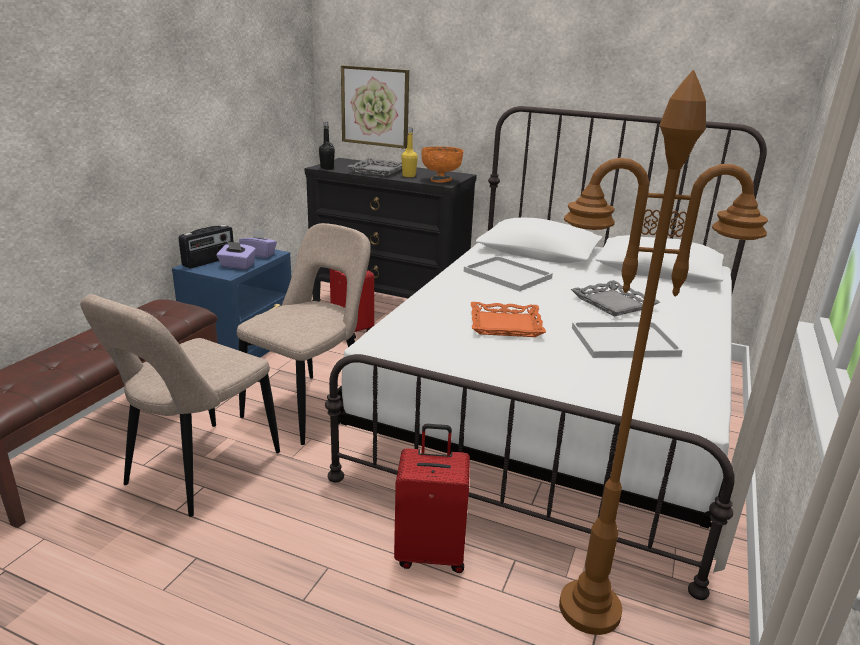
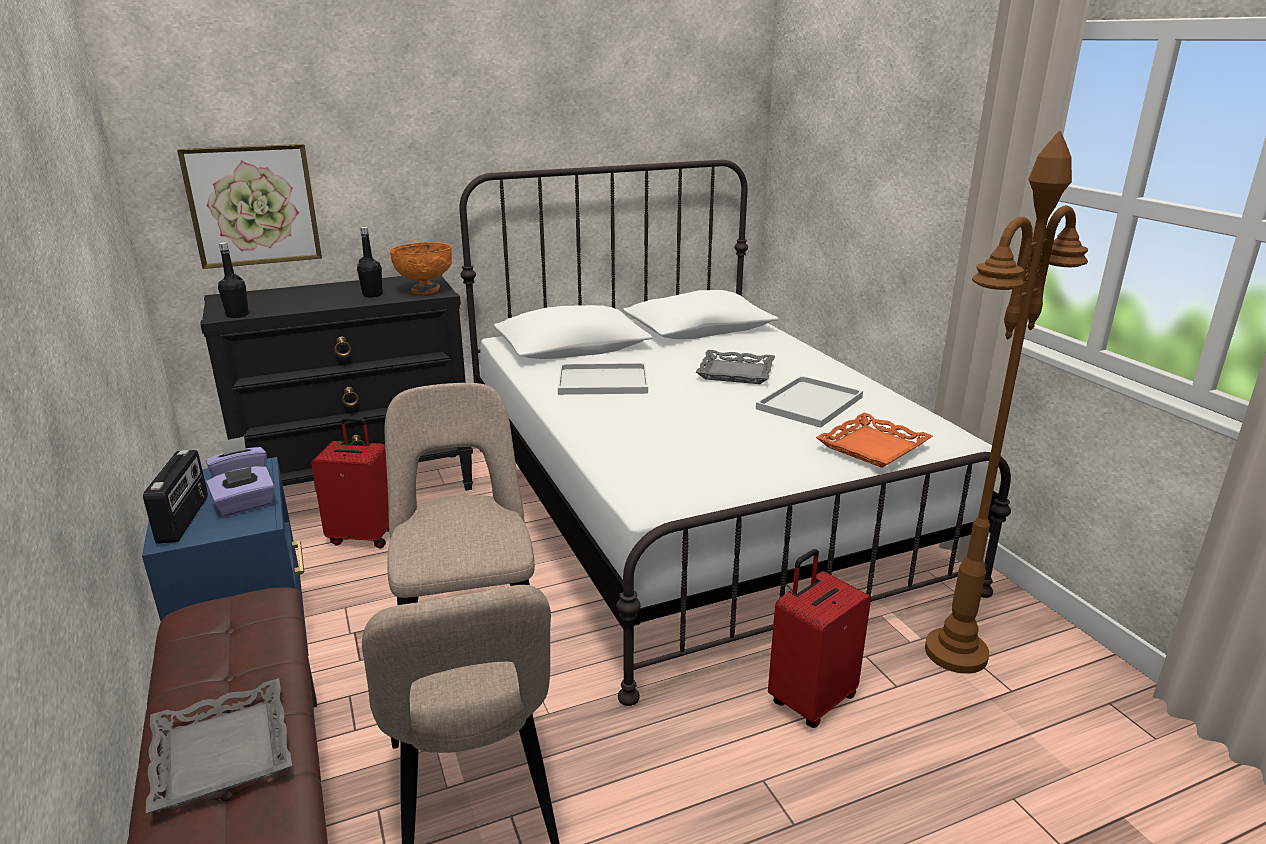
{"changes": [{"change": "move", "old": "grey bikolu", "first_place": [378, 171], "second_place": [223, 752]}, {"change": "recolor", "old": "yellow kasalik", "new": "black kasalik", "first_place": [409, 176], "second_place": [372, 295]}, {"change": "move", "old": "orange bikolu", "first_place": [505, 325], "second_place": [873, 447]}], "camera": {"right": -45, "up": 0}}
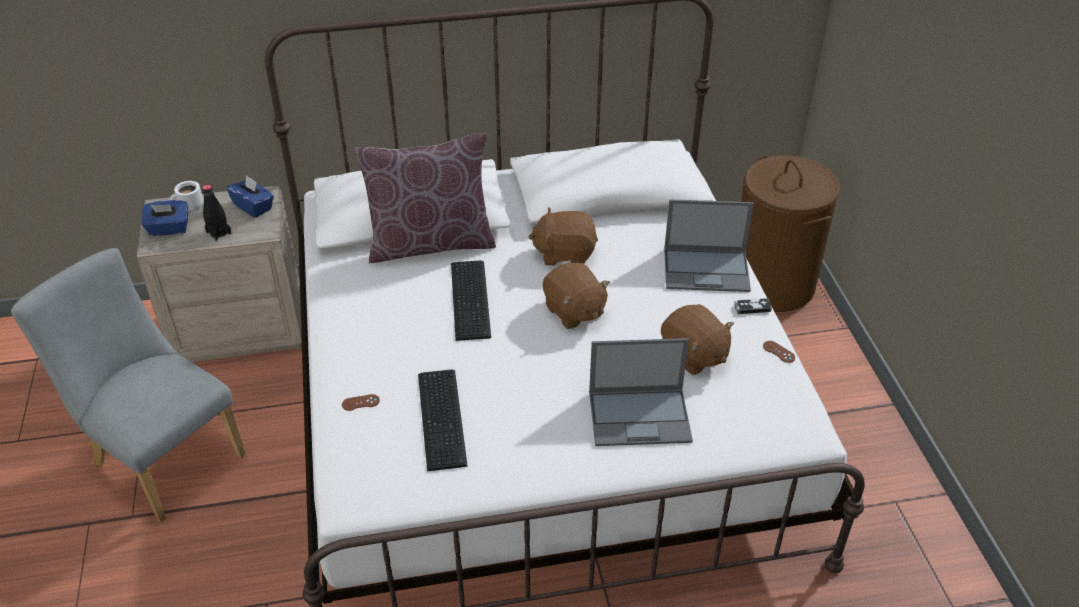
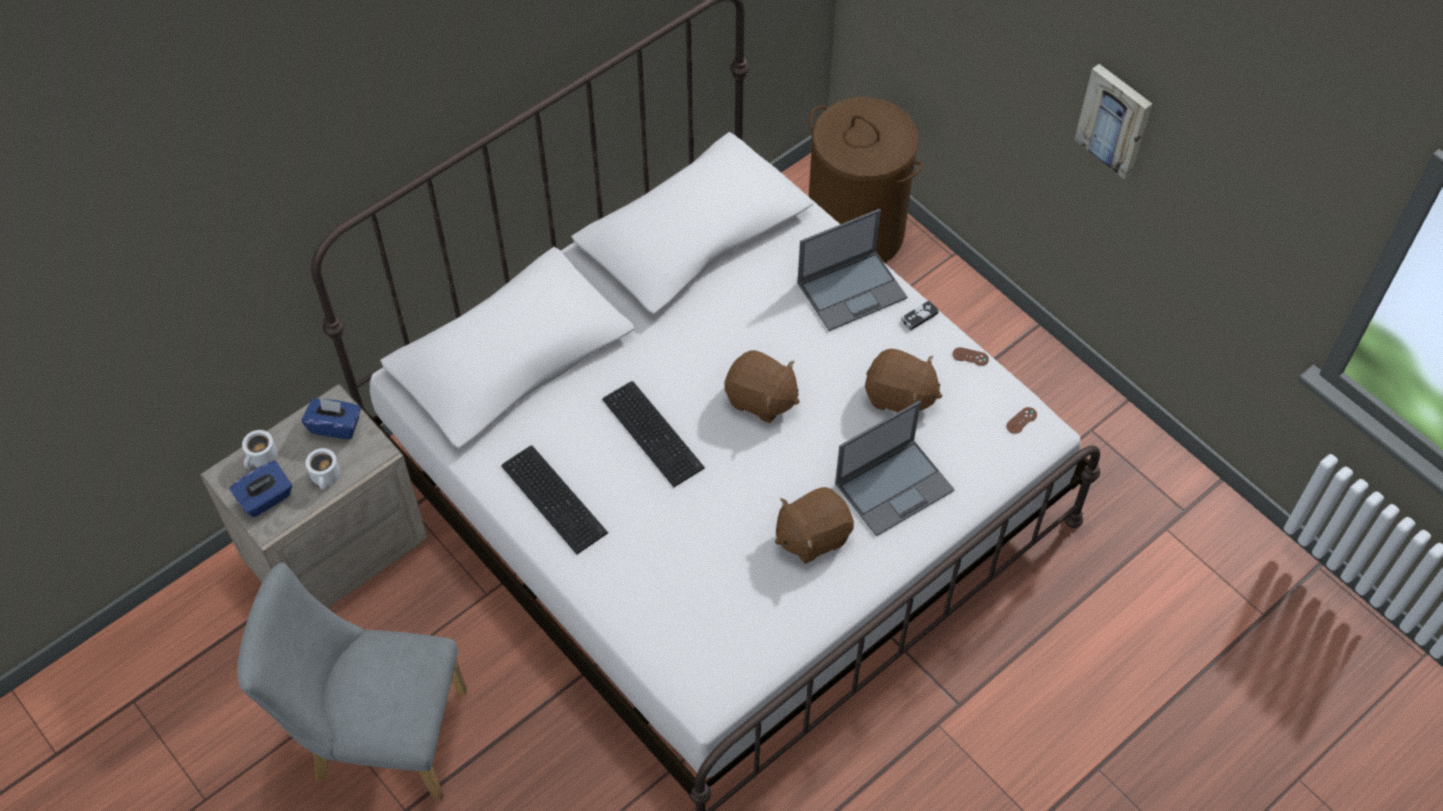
{"changes": [{"change": "replace", "old": "black kasalik", "new": "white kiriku", "first_place": [218, 233], "second_place": [327, 477]}, {"change": "move", "old": "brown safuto", "first_place": [360, 402], "second_place": [1021, 420]}, {"change": "delete", "old": "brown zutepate", "first_place": [430, 243]}, {"change": "move", "old": "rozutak", "first_place": [443, 417], "second_place": [555, 497]}, {"change": "move", "old": "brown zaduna", "first_place": [564, 253], "second_place": [812, 536]}, {"change": "insert", "new": "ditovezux", "second_place": [1115, 119]}], "camera": {"right": -30, "up": 15}}
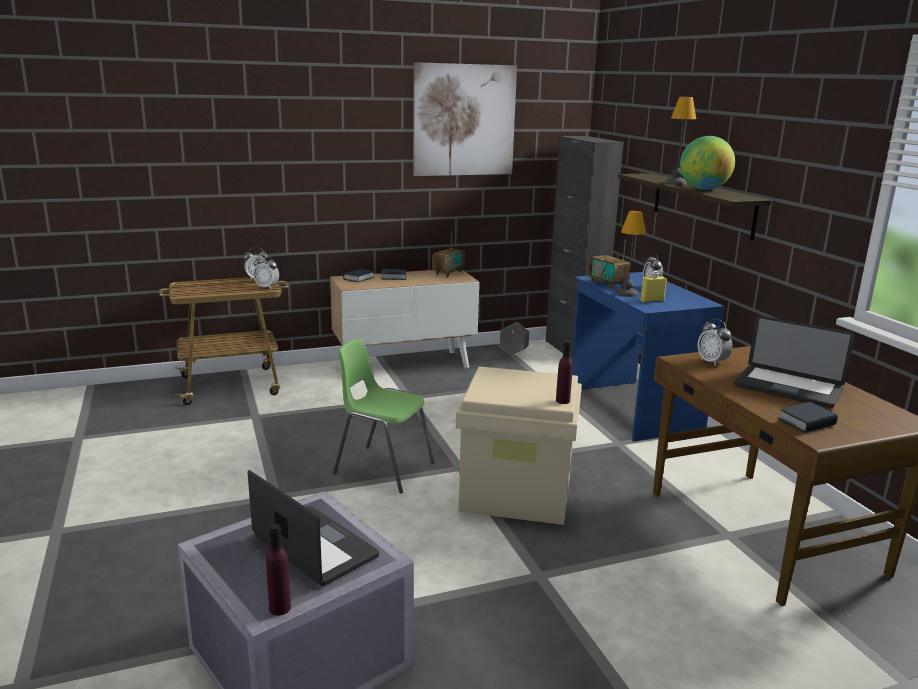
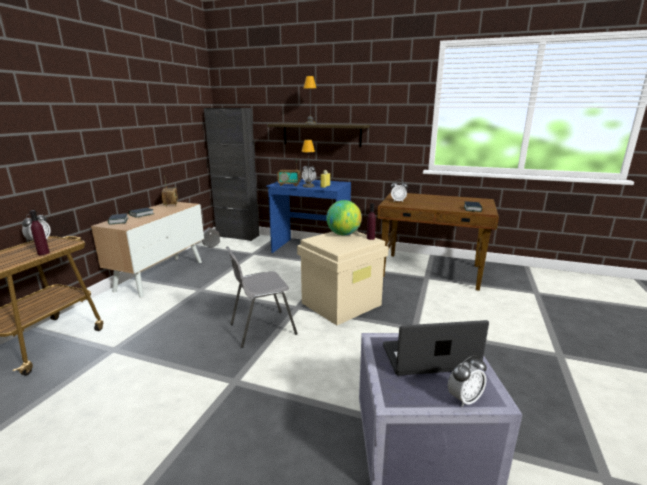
{"changes": [{"change": "move", "old": "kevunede", "first_place": [267, 287], "second_place": [464, 399]}, {"change": "move", "old": "purple kasalik", "first_place": [280, 608], "second_place": [43, 253]}, {"change": "recolor", "old": "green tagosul", "new": "grey tagosul", "first_place": [383, 468], "second_place": [262, 329]}, {"change": "delete", "old": "ditovezux", "first_place": [464, 120]}, {"change": "move", "old": "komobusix", "first_place": [703, 189], "second_place": [343, 234]}, {"change": "delete", "old": "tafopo", "first_place": [787, 388]}], "camera": {"right": -50, "up": 0}}
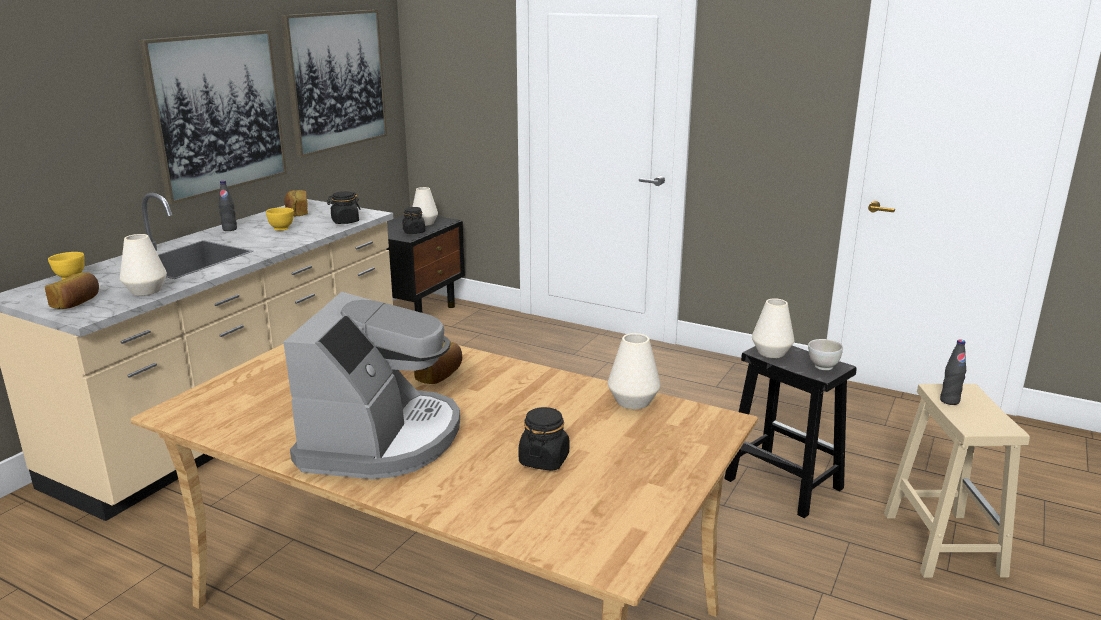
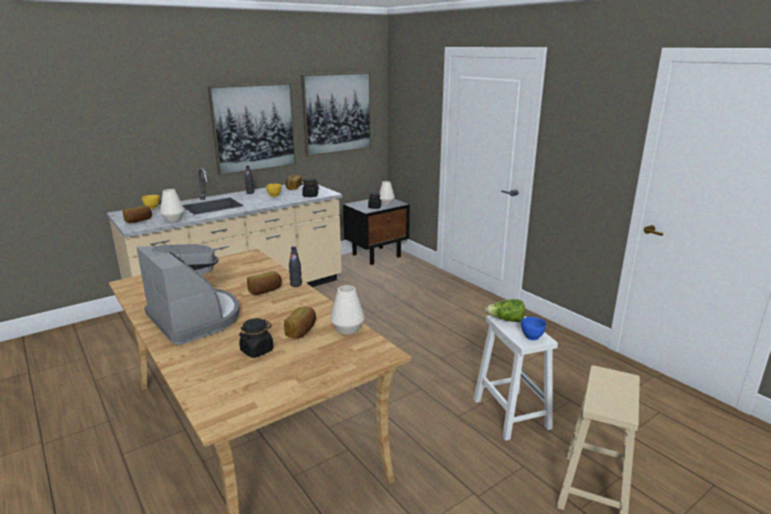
{"changes": [{"change": "rotate", "old": "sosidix", "first_place": [382, 439], "second_place": [195, 318], "degrees": -75}, {"change": "recolor", "old": "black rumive", "new": "white rumive", "first_place": [781, 483], "second_place": [510, 413]}, {"change": "replace", "old": "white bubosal", "new": "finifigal", "first_place": [771, 352], "second_place": [506, 320]}, {"change": "recolor", "old": "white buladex", "new": "blue buladex", "first_place": [822, 367], "second_place": [531, 337]}, {"change": "move", "old": "black kasalik", "first_place": [949, 401], "second_place": [296, 284]}, {"change": "insert", "new": "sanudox", "second_place": [302, 331]}], "camera": {"right": 25, "up": 0}}
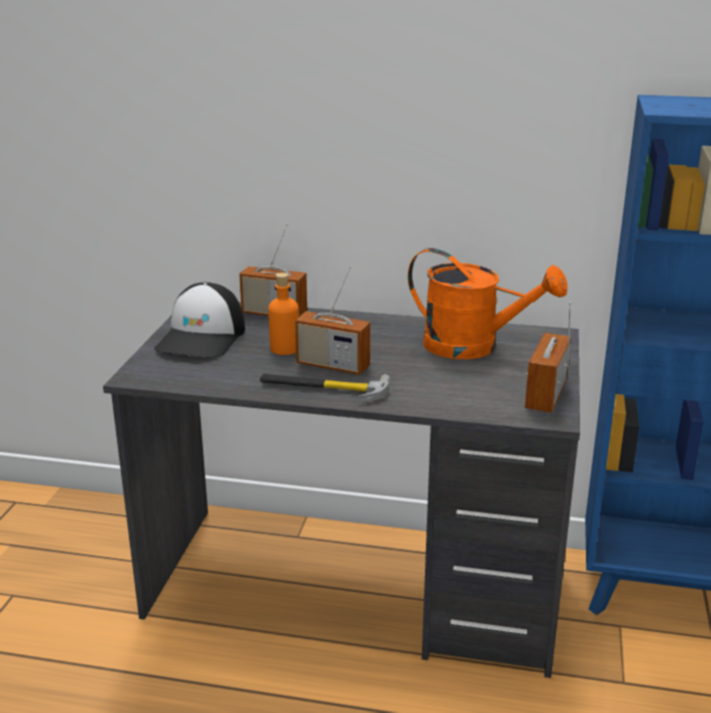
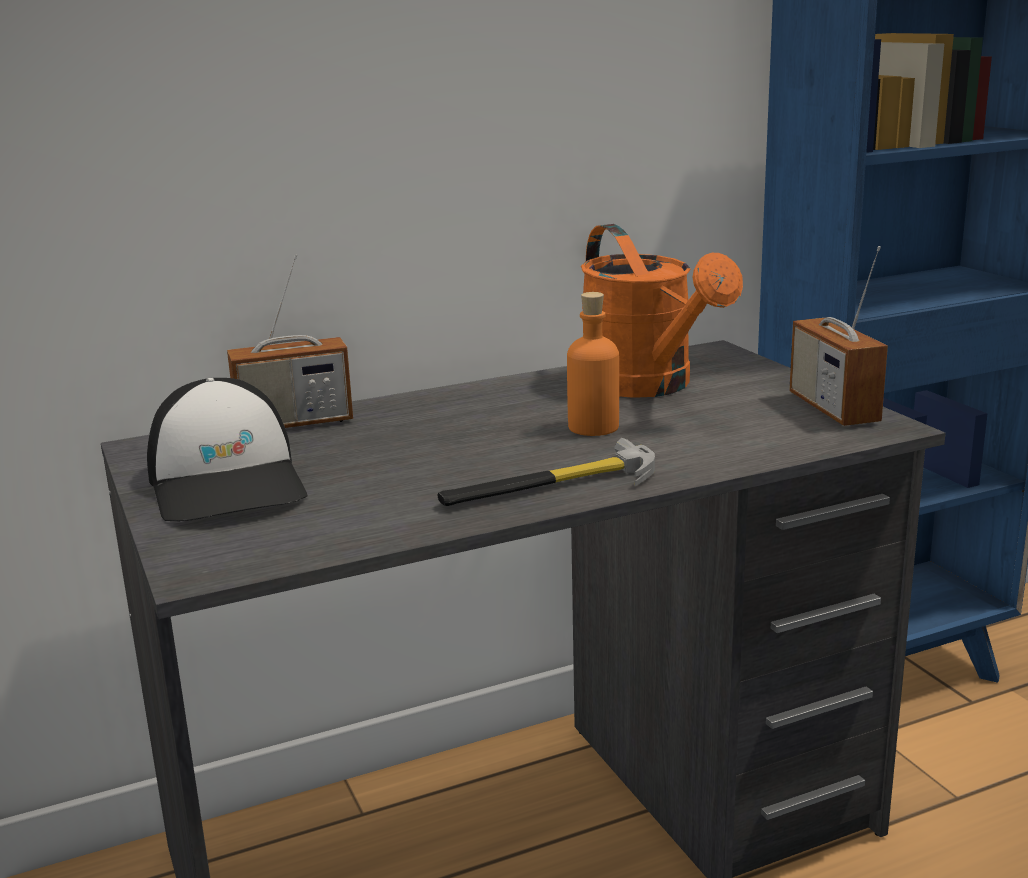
{"changes": [{"change": "move", "old": "orange kasalik", "first_place": [284, 348], "second_place": [593, 427]}, {"change": "delete", "old": "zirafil", "first_place": [333, 365]}, {"change": "rotate", "old": "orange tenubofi", "first_place": [473, 347], "second_place": [648, 386], "degrees": 75}], "camera": {"right": -35, "up": -5}}
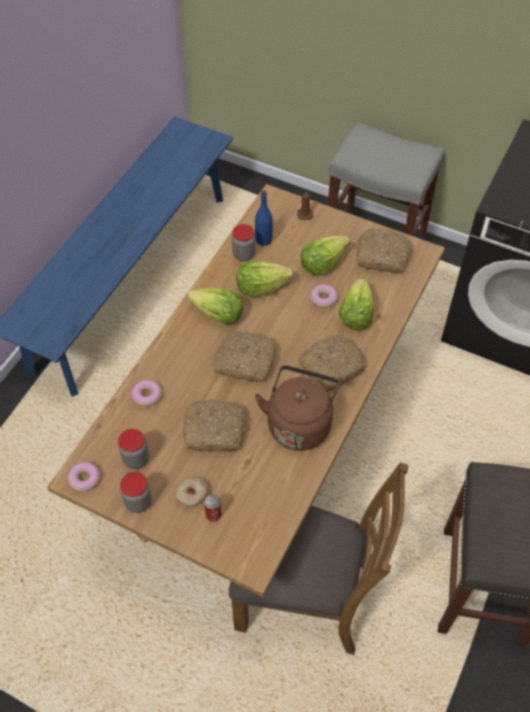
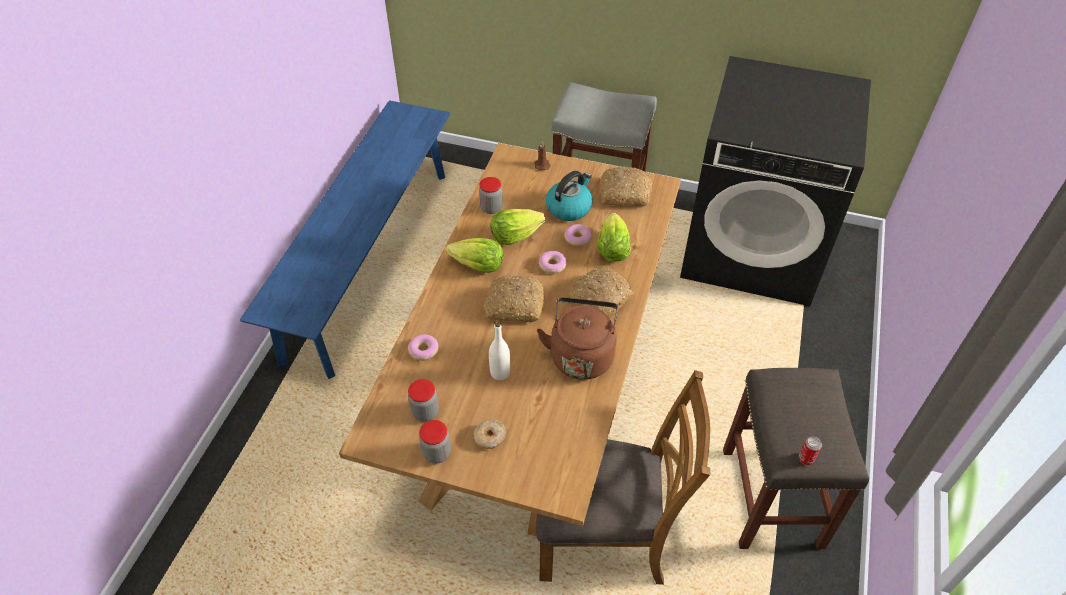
{"changes": [{"change": "move", "old": "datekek", "first_place": [84, 479], "second_place": [552, 265]}, {"change": "replace", "old": "sanudox", "new": "white kasalik", "first_place": [215, 430], "second_place": [500, 373]}, {"change": "move", "old": "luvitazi", "first_place": [213, 515], "second_place": [806, 458]}, {"change": "delete", "old": "blue kasalik", "first_place": [263, 240]}, {"change": "replace", "old": "finifigal", "new": "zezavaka", "first_place": [322, 264], "second_place": [569, 207]}], "camera": {"right": -10, "up": -5}}
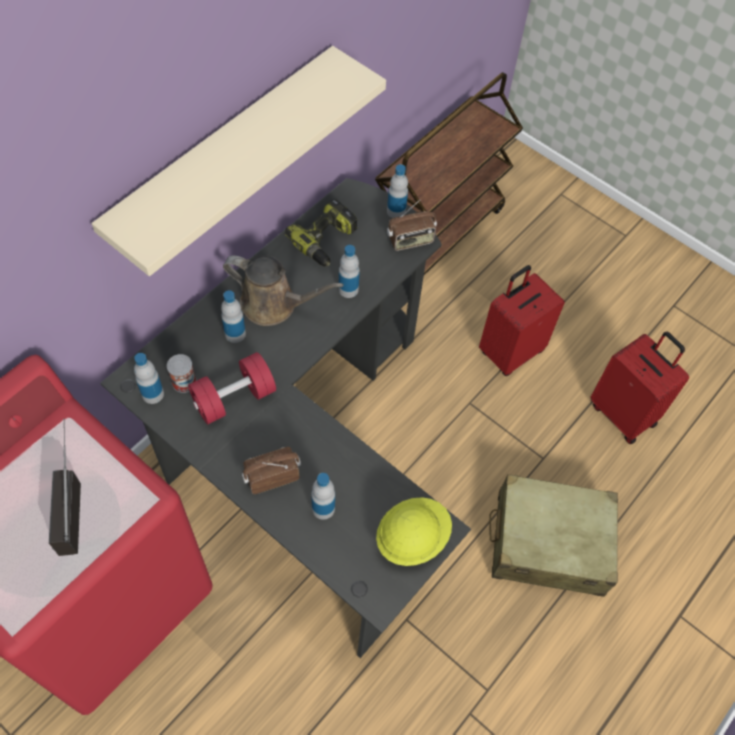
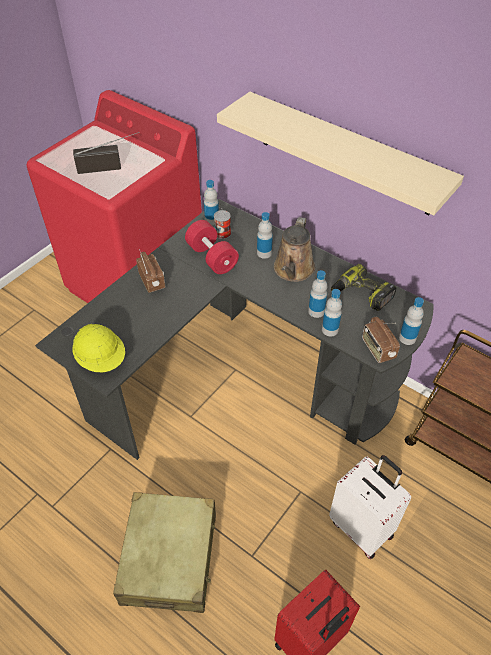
{"changes": [{"change": "move", "old": "kasalik", "first_place": [323, 508], "second_place": [330, 330]}, {"change": "recolor", "old": "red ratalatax", "new": "white ratalatax", "first_place": [510, 351], "second_place": [362, 527]}], "camera": {"right": 90, "up": -10}}
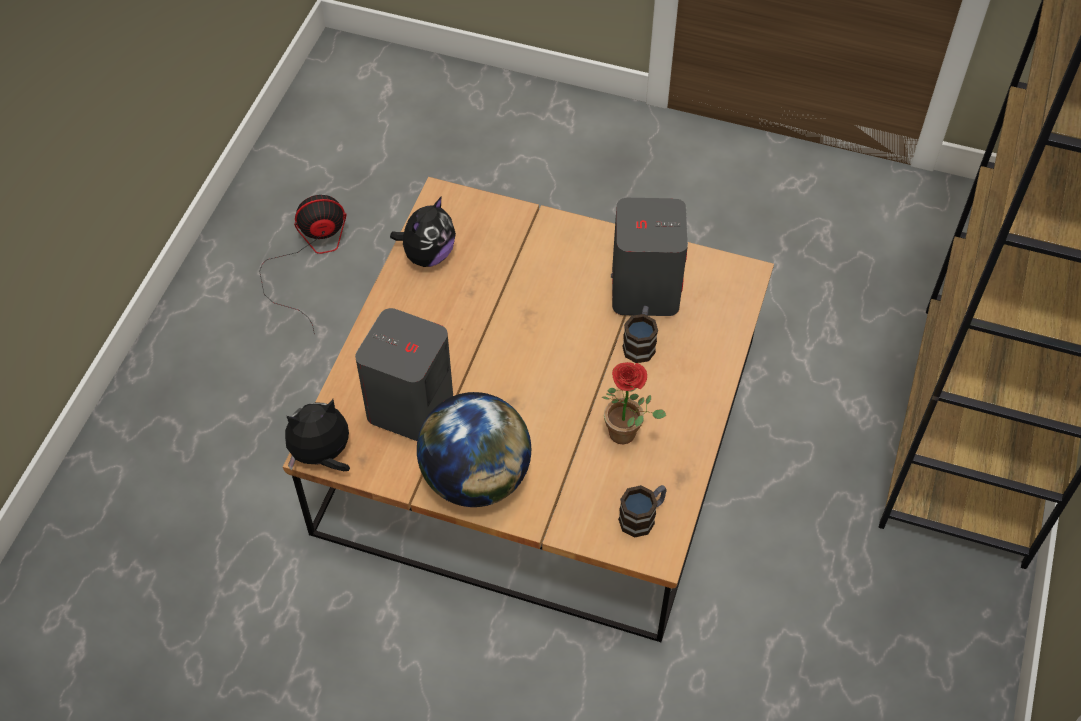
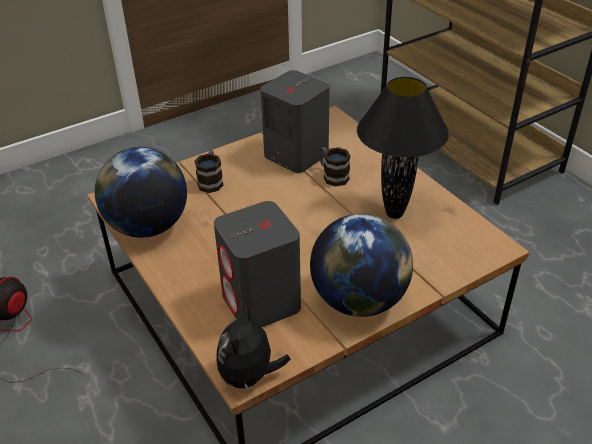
{"changes": [{"change": "replace", "old": "zaduna", "new": "komobusix", "first_place": [428, 255], "second_place": [148, 226]}, {"change": "replace", "old": "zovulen", "new": "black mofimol", "first_place": [628, 434], "second_place": [395, 214]}, {"change": "move", "old": "kiriku", "first_place": [643, 517], "second_place": [211, 181]}], "camera": {"right": -50, "up": -15}}
